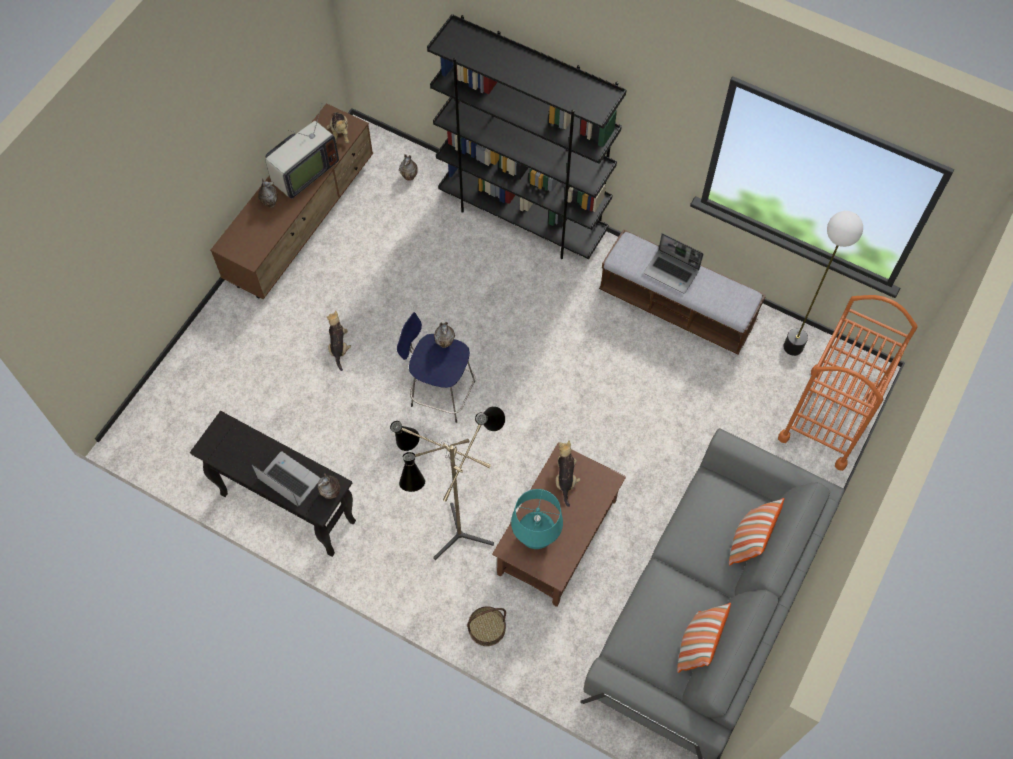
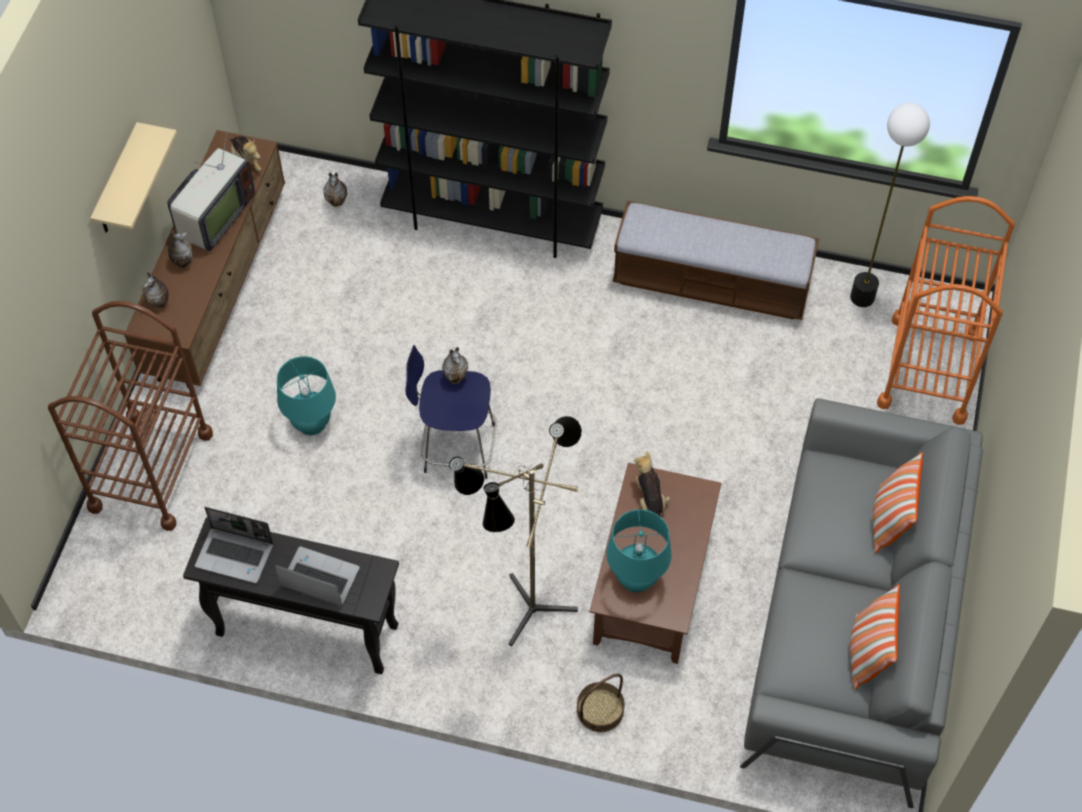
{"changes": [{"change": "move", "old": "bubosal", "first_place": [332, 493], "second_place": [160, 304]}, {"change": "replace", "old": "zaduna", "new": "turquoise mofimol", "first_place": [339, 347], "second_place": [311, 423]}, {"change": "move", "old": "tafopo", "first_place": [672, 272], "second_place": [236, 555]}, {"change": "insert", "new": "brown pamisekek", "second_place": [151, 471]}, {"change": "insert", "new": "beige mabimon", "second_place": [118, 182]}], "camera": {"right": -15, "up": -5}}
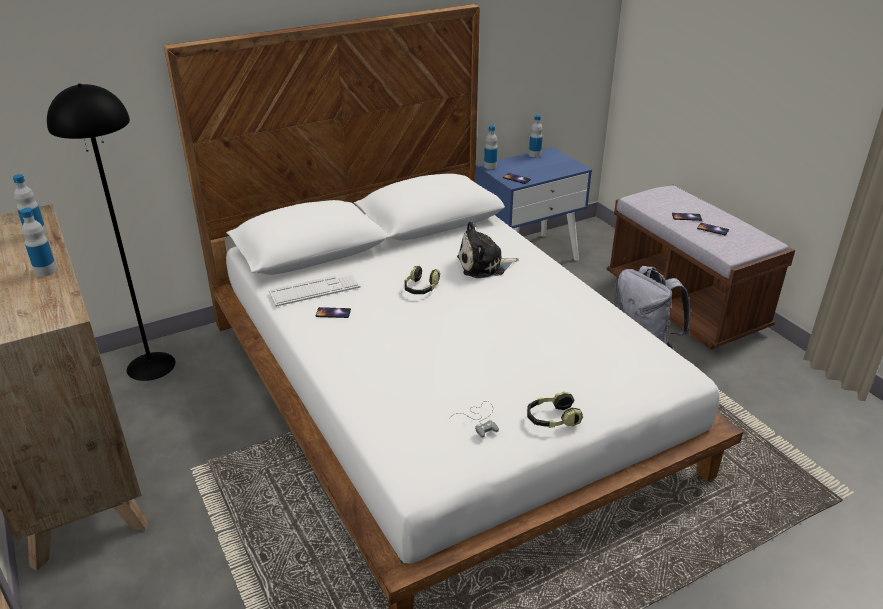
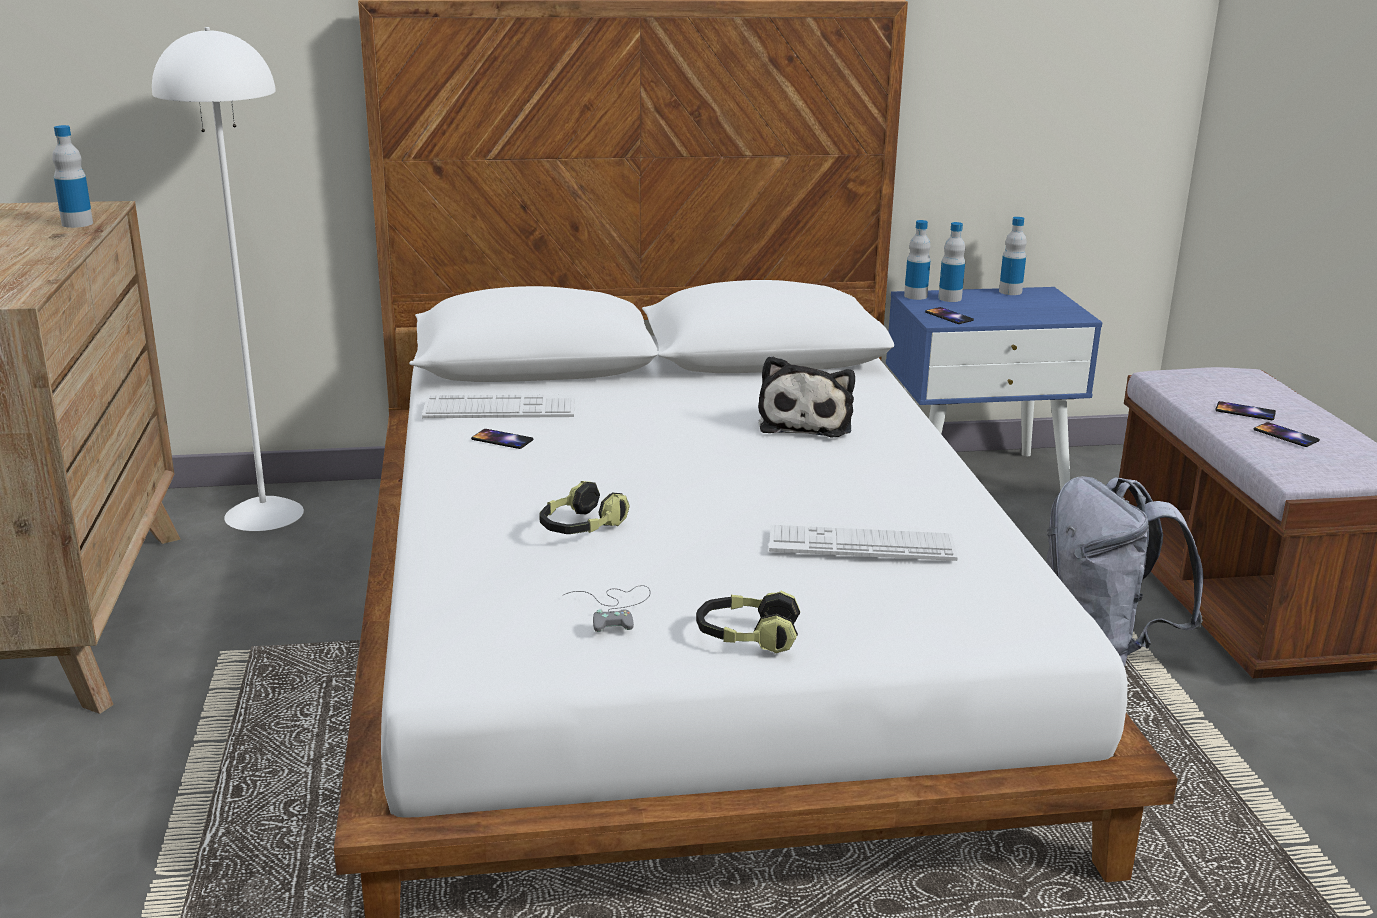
{"changes": [{"change": "move", "old": "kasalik", "first_place": [45, 271], "second_place": [950, 298]}, {"change": "recolor", "old": "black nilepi", "new": "white nilepi", "first_place": [150, 365], "second_place": [264, 513]}, {"change": "move", "old": "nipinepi", "first_place": [421, 288], "second_place": [581, 528]}, {"change": "rotate", "old": "zaduna", "first_place": [484, 265], "second_place": [806, 422], "degrees": -90}, {"change": "insert", "new": "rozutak", "second_place": [861, 545]}], "camera": {"right": 20, "up": -10}}
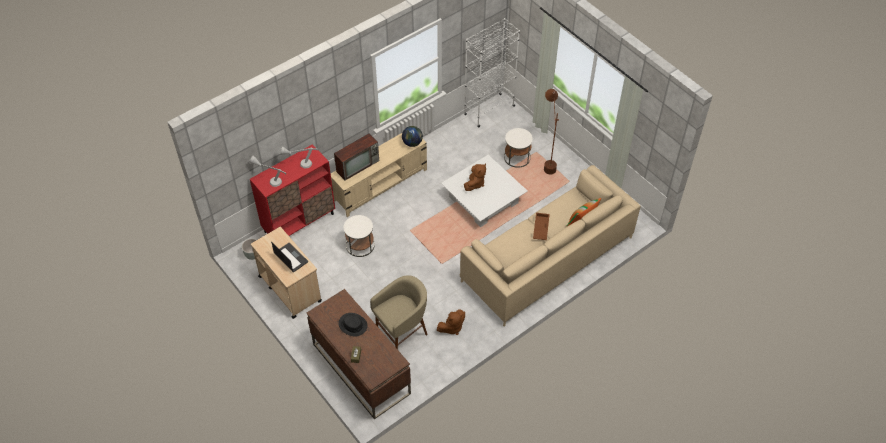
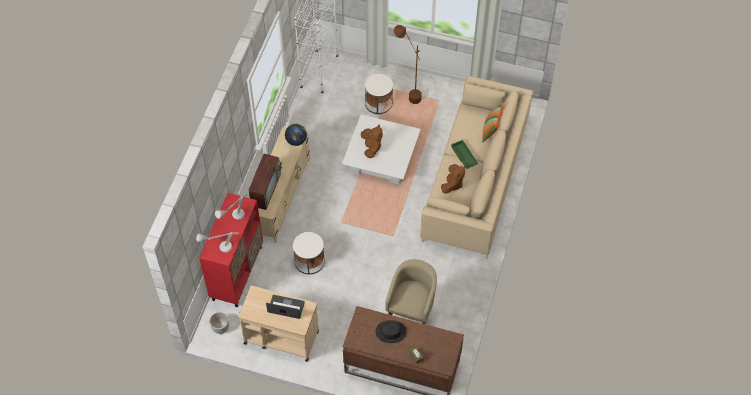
{"changes": [{"change": "move", "old": "brown zaduna", "first_place": [452, 327], "second_place": [452, 184]}, {"change": "recolor", "old": "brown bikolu", "new": "green bikolu", "first_place": [540, 228], "second_place": [463, 156]}], "camera": {"right": -35, "up": 5}}
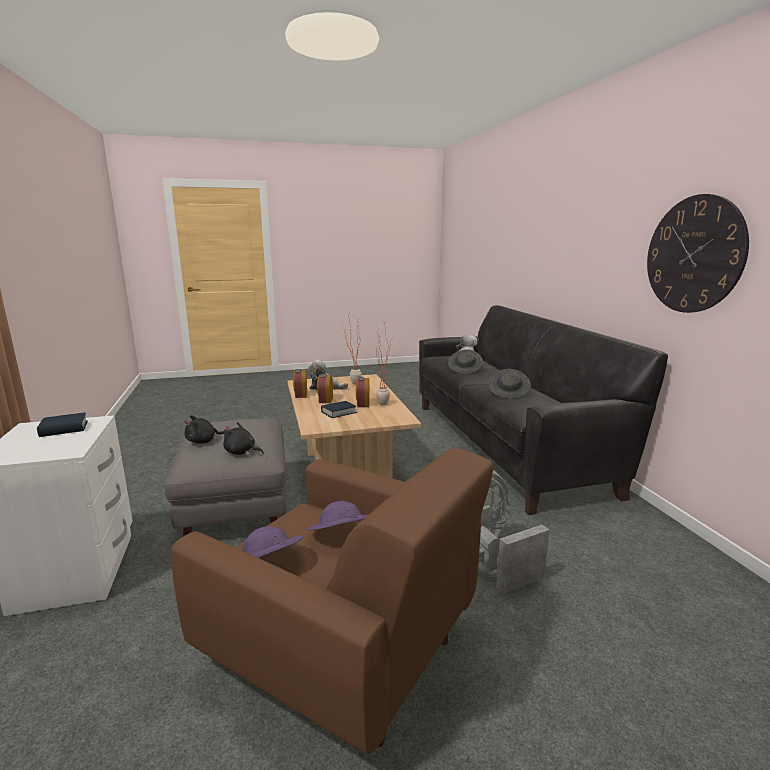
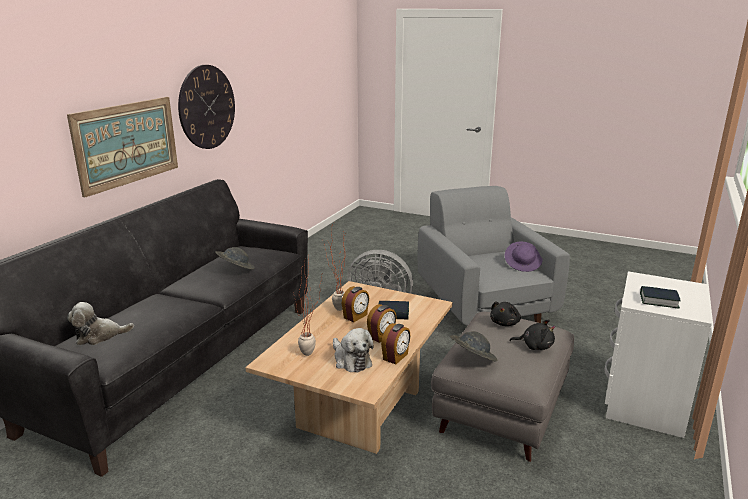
{"changes": [{"change": "recolor", "old": "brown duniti", "new": "grey duniti", "first_place": [344, 649], "second_place": [484, 306]}, {"change": "rotate", "old": "black zaduna", "first_place": [241, 452], "second_place": [505, 323], "degrees": 60}, {"change": "delete", "old": "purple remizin", "first_place": [340, 536]}, {"change": "move", "old": "grey remizin", "first_place": [465, 369], "second_place": [472, 358]}, {"change": "insert", "new": "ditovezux", "second_place": [127, 143]}], "camera": {"right": -140, "up": 5}}
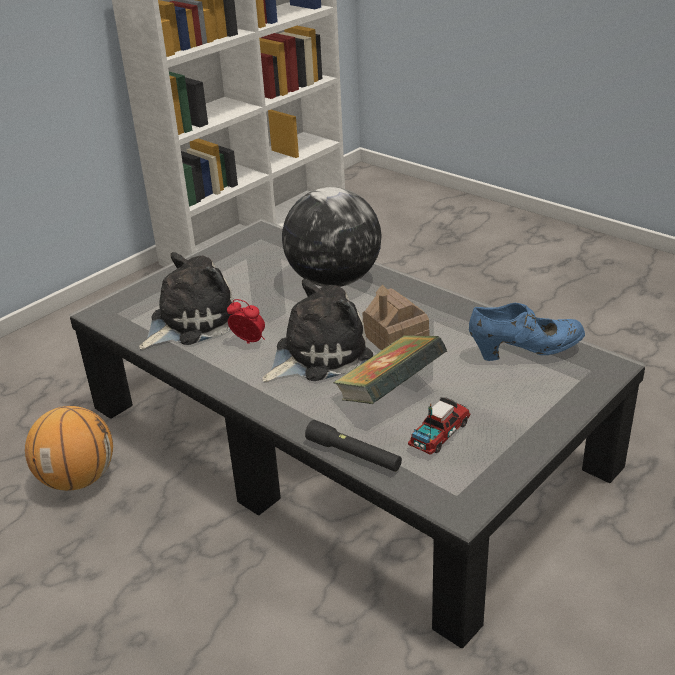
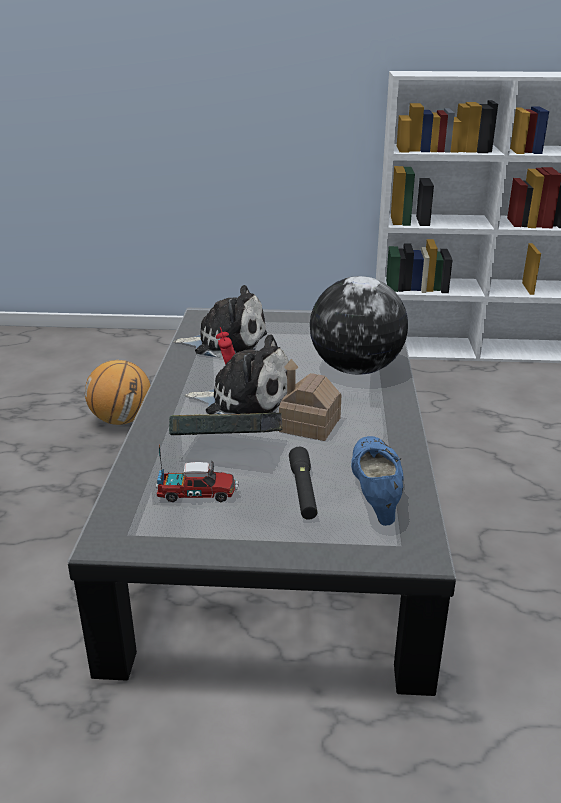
{"changes": [{"change": "move", "old": "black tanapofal", "first_place": [353, 454], "second_place": [303, 491]}, {"change": "rotate", "old": "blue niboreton", "first_place": [525, 352], "second_place": [375, 494], "degrees": -135}], "camera": {"right": 50, "up": -5}}
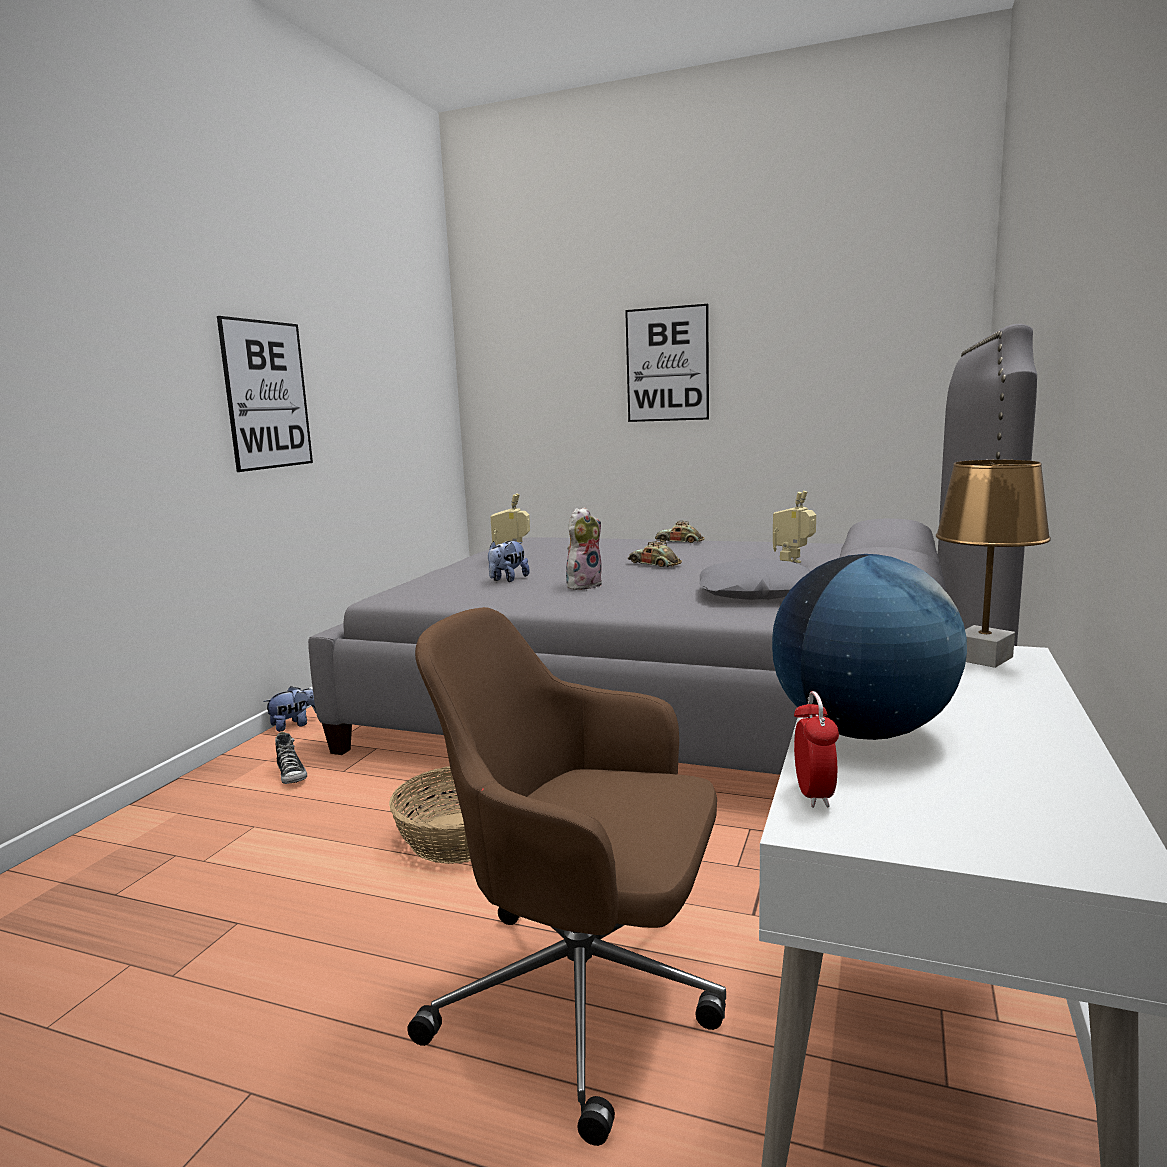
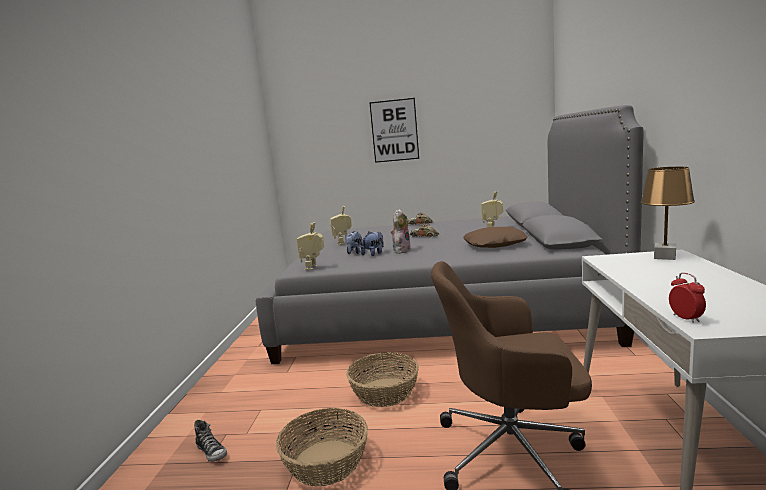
{"changes": [{"change": "delete", "old": "ditovezux", "first_place": [267, 395]}, {"change": "move", "old": "zaduna", "first_place": [294, 725], "second_place": [374, 254]}, {"change": "move", "old": "niboreton", "first_place": [292, 775], "second_place": [212, 452]}, {"change": "recolor", "old": "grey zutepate", "new": "brown zutepate", "first_place": [756, 594], "second_place": [494, 244]}, {"change": "delete", "old": "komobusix", "first_place": [862, 732]}, {"change": "insert", "new": "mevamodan", "second_place": [325, 462]}, {"change": "insert", "new": "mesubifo", "second_place": [313, 268]}], "camera": {"right": -15, "up": 0}}
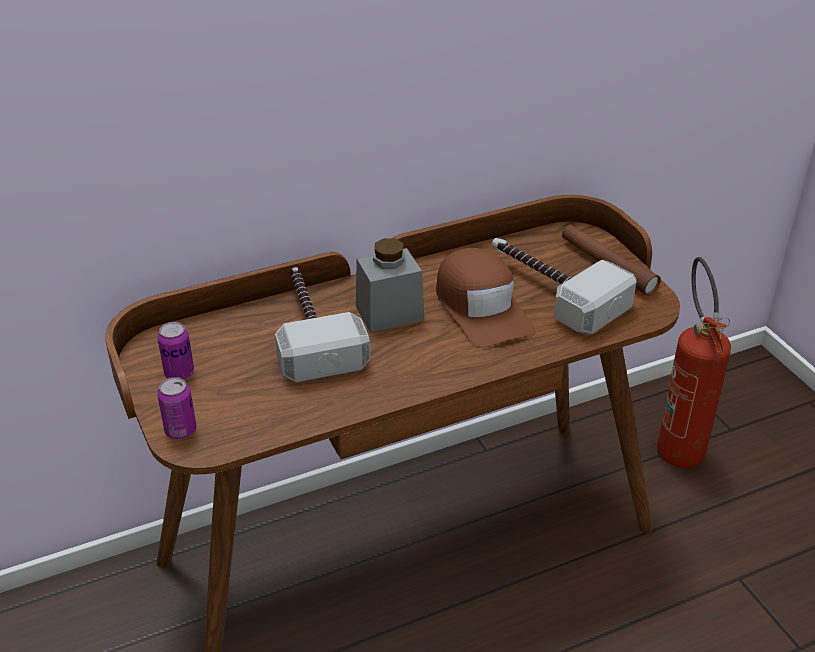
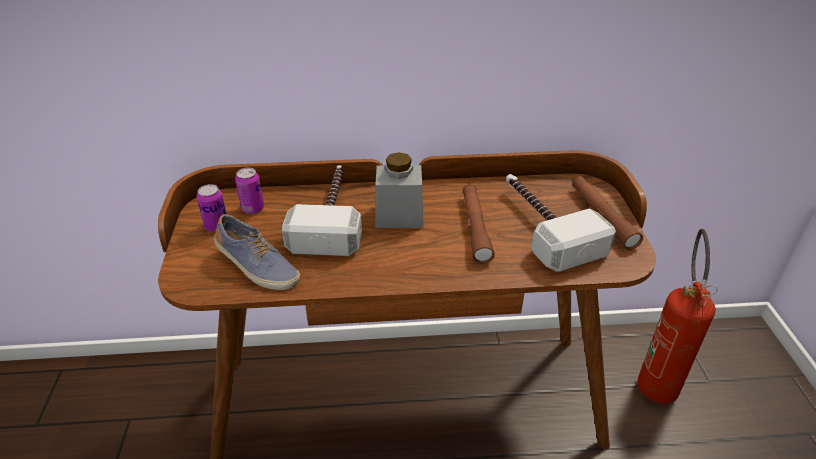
{"changes": [{"change": "move", "old": "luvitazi", "first_place": [180, 430], "second_place": [253, 208]}, {"change": "replace", "old": "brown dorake", "new": "brown tanapofal", "first_place": [481, 308], "second_place": [475, 228]}, {"change": "insert", "new": "niboreton", "second_place": [256, 267]}], "camera": {"right": 20, "up": 0}}
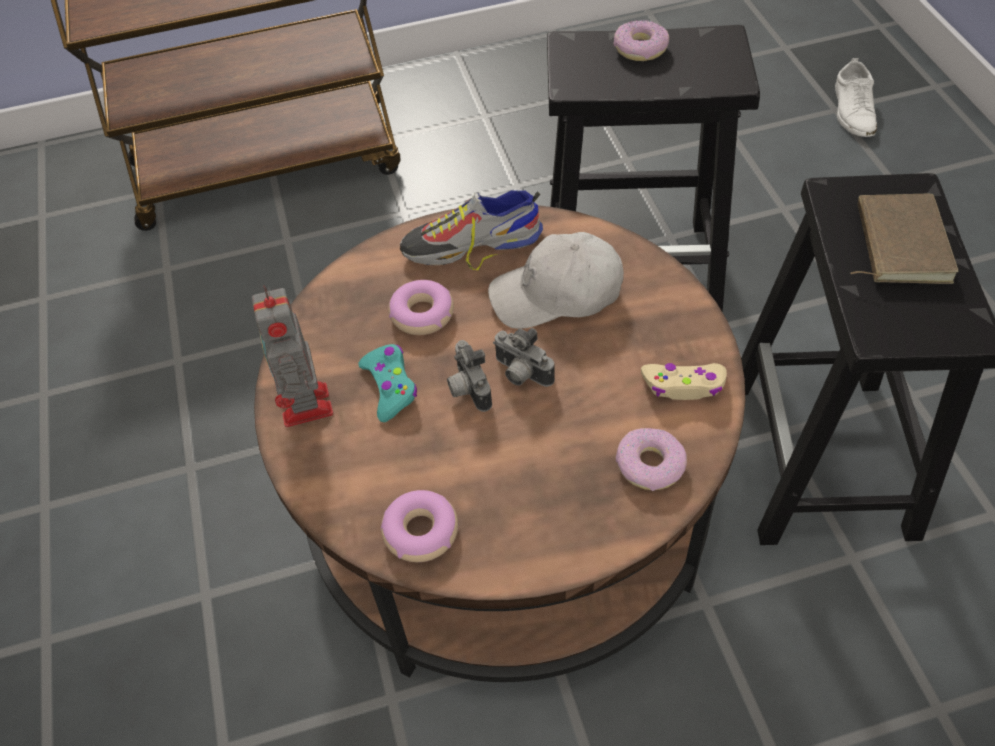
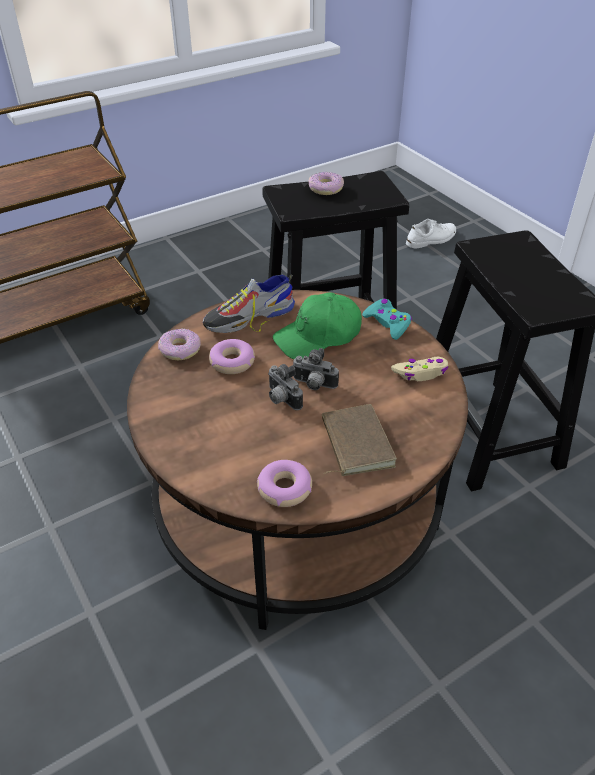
{"changes": [{"change": "delete", "old": "mesubifo", "first_place": [306, 407]}, {"change": "move", "old": "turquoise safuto", "first_place": [390, 386], "second_place": [387, 323]}, {"change": "recolor", "old": "white dorake", "new": "green dorake", "first_place": [557, 294], "second_place": [318, 336]}, {"change": "move", "old": "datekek", "first_place": [650, 465], "second_place": [180, 350]}, {"change": "rotate", "old": "white niboreton", "first_place": [853, 110], "second_place": [431, 239], "degrees": -105}, {"change": "move", "old": "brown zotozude", "first_place": [898, 243], "second_place": [354, 443]}], "camera": {"right": -20, "up": -10}}
